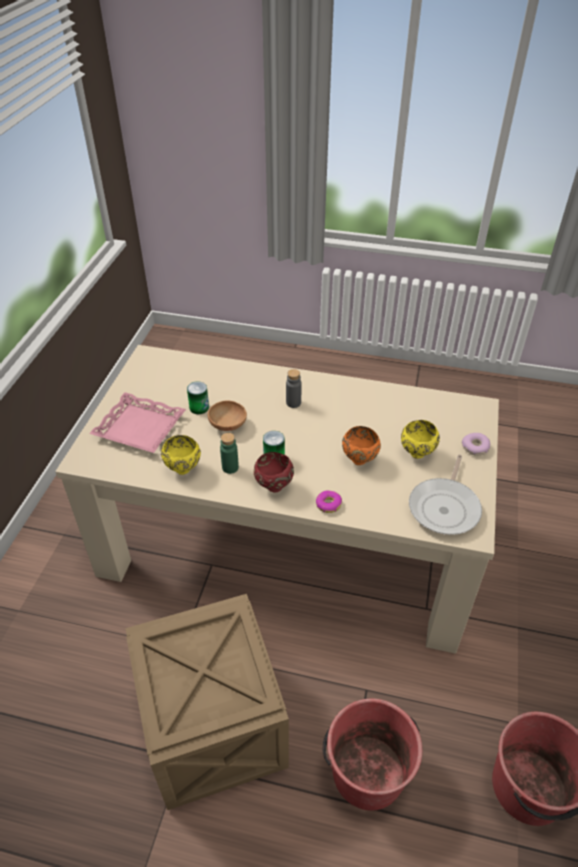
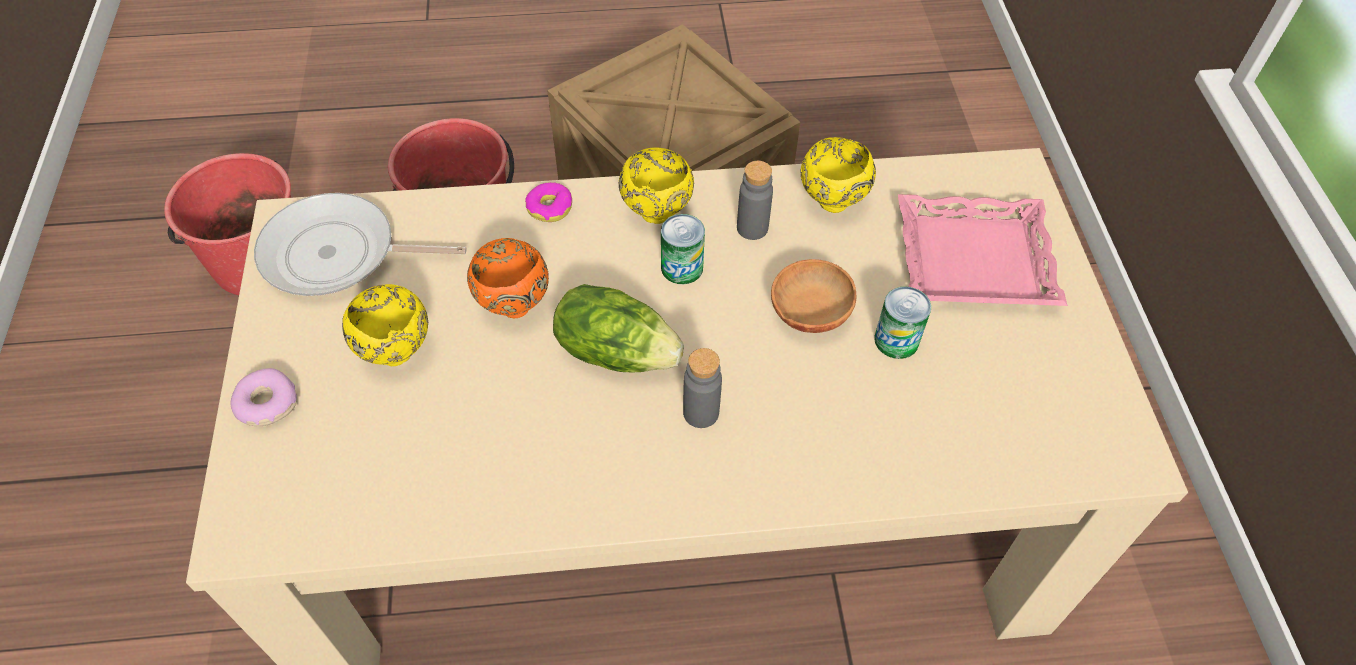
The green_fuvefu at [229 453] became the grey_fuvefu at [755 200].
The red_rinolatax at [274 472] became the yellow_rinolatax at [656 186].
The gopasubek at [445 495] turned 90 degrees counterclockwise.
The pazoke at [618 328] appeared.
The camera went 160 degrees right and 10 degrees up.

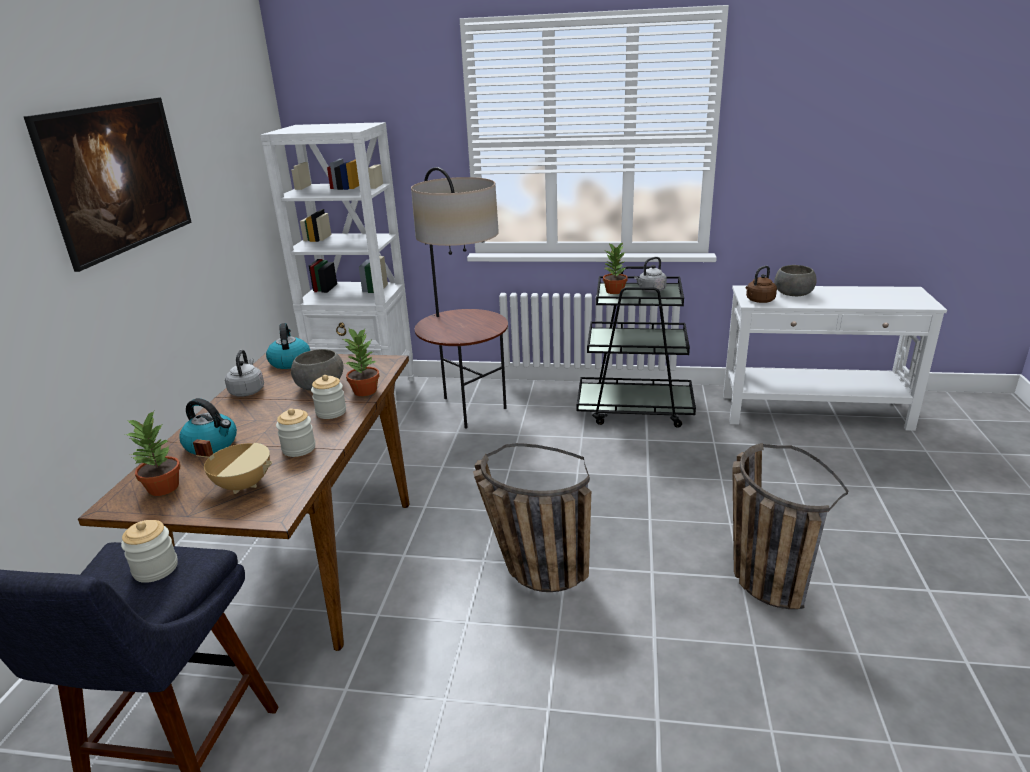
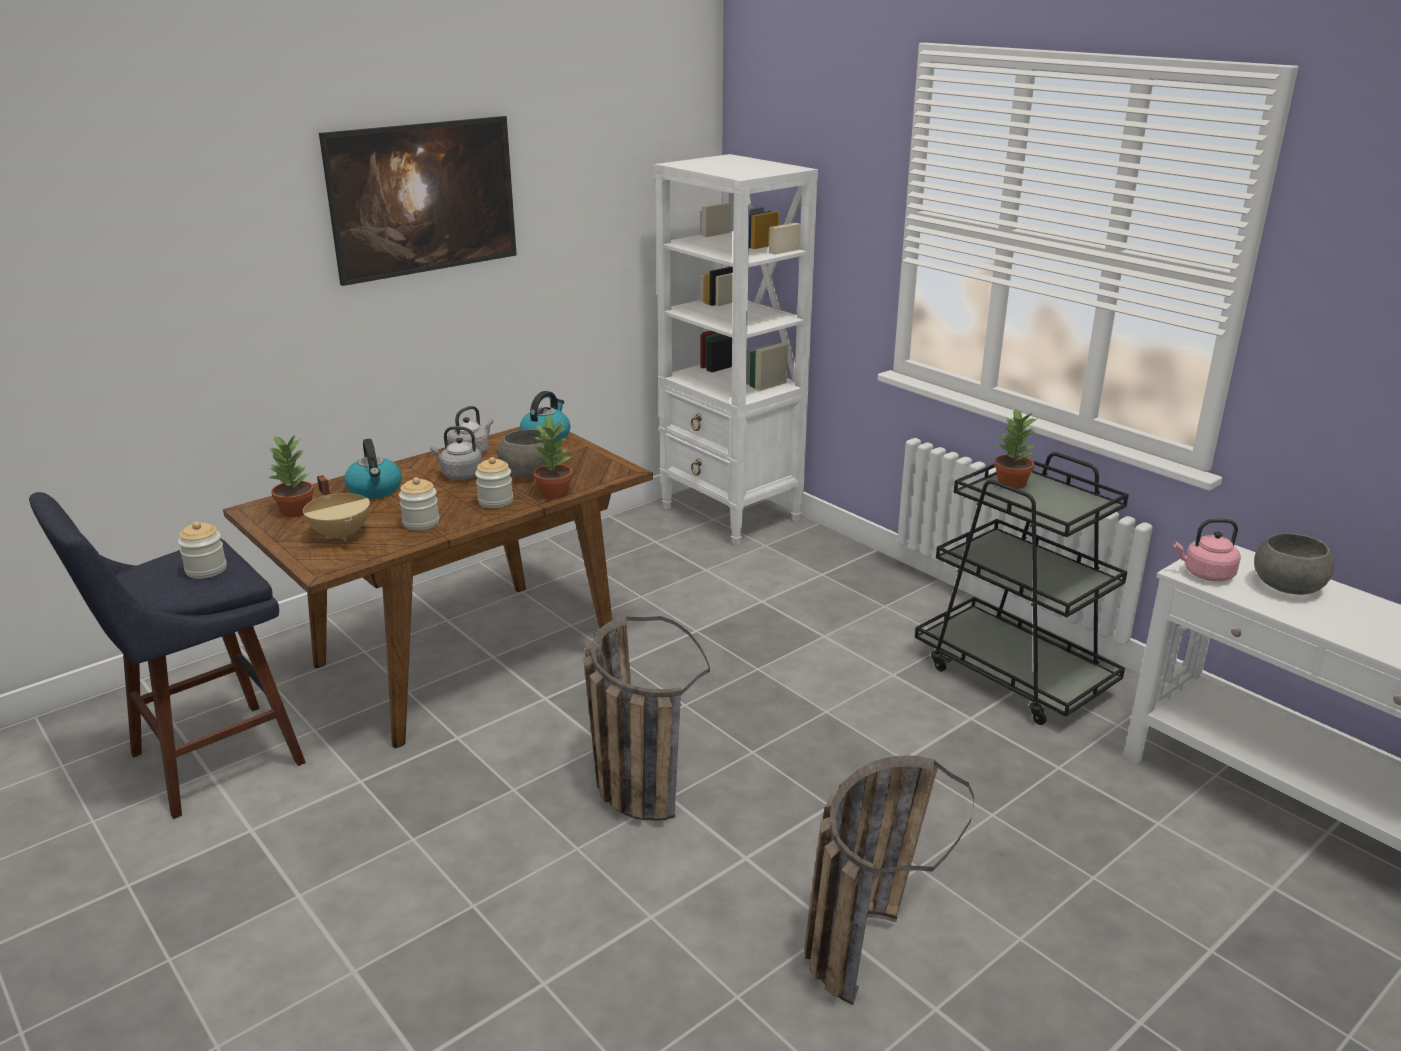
The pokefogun at [459 298] disappeared.
The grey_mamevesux moved from [650 275] to [456 453].
The brown_mamevesux at [761 284] became the pink_mamevesux at [1207 550].
The camera went 40 degrees right and 0 degrees up.

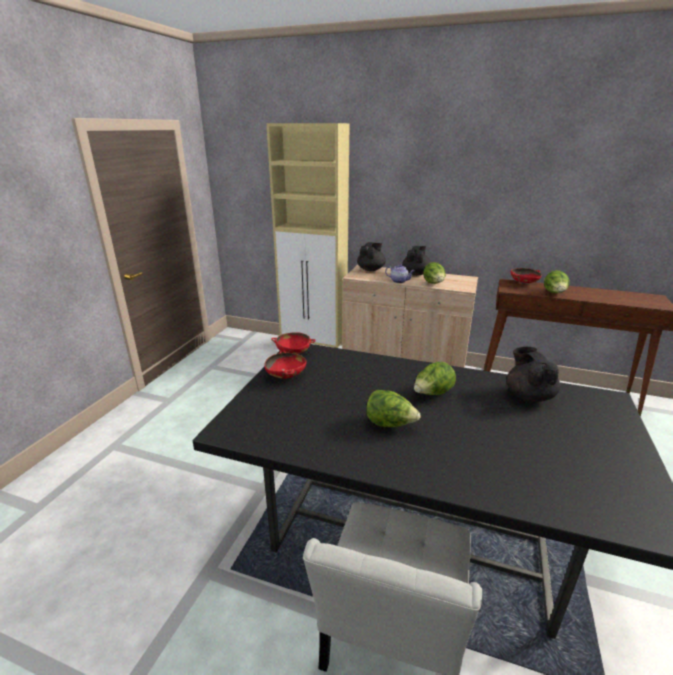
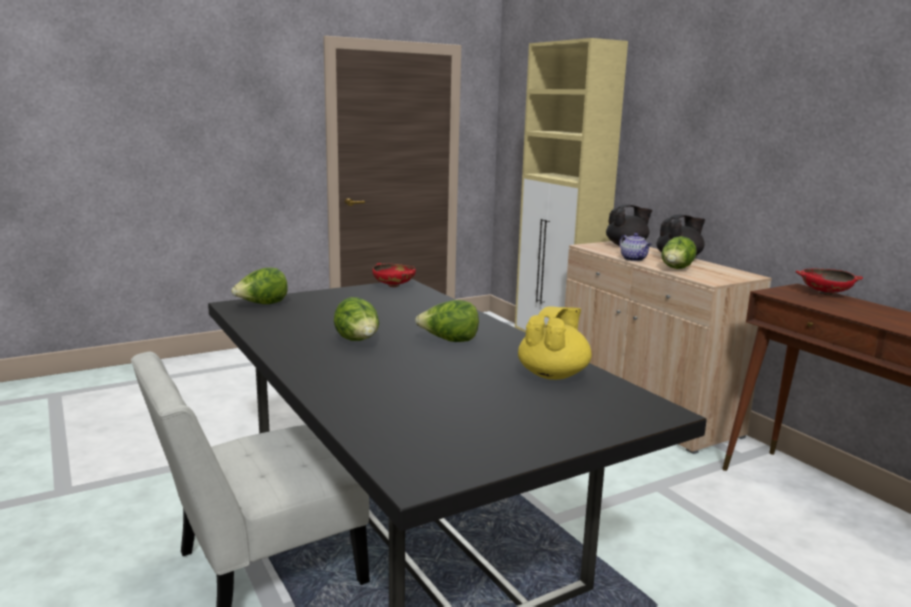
The pazoke moved from [556 281] to [259 285].
The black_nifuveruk at [533 374] became the yellow_nifuveruk at [555 343].
The red_rinolatax at [285 364] disappeared.
The camera went 40 degrees right and 10 degrees down.

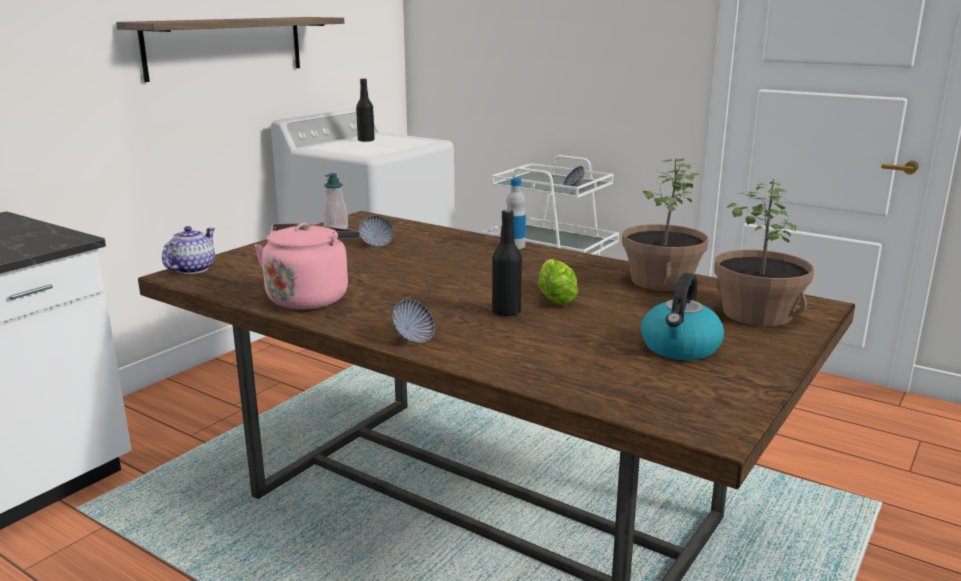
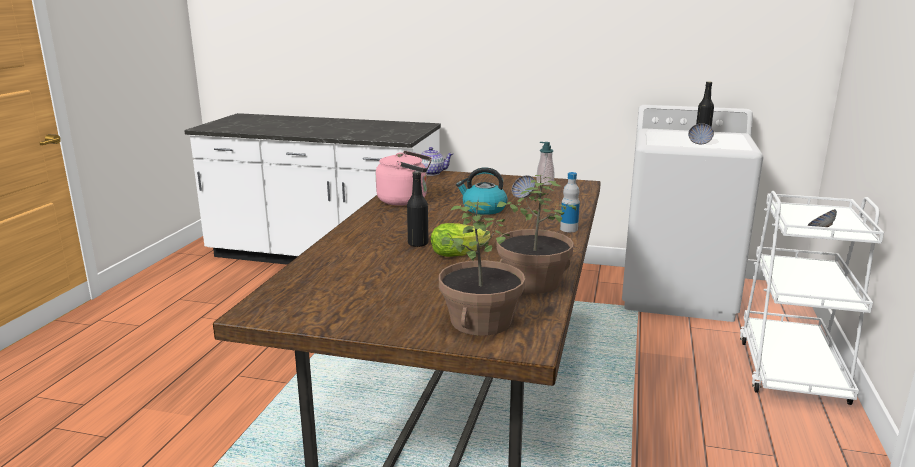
The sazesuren at [230 49] disappeared.
The mamevesux moved from [682 316] to [481 191].
The rinolatax moved from [413 321] to [701 133].
The camera went 70 degrees right and 0 degrees up.

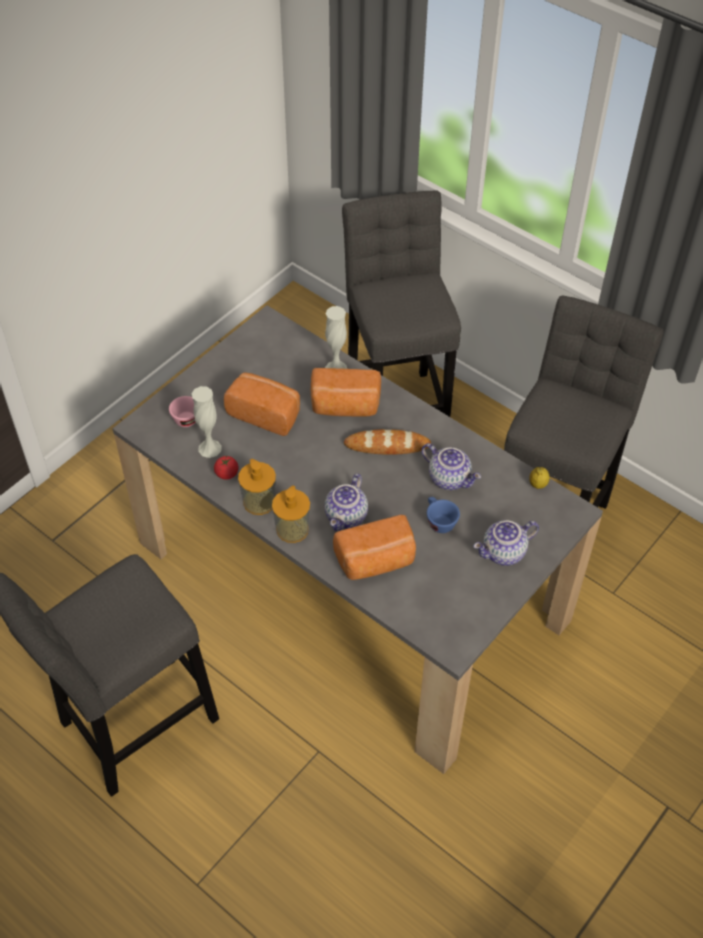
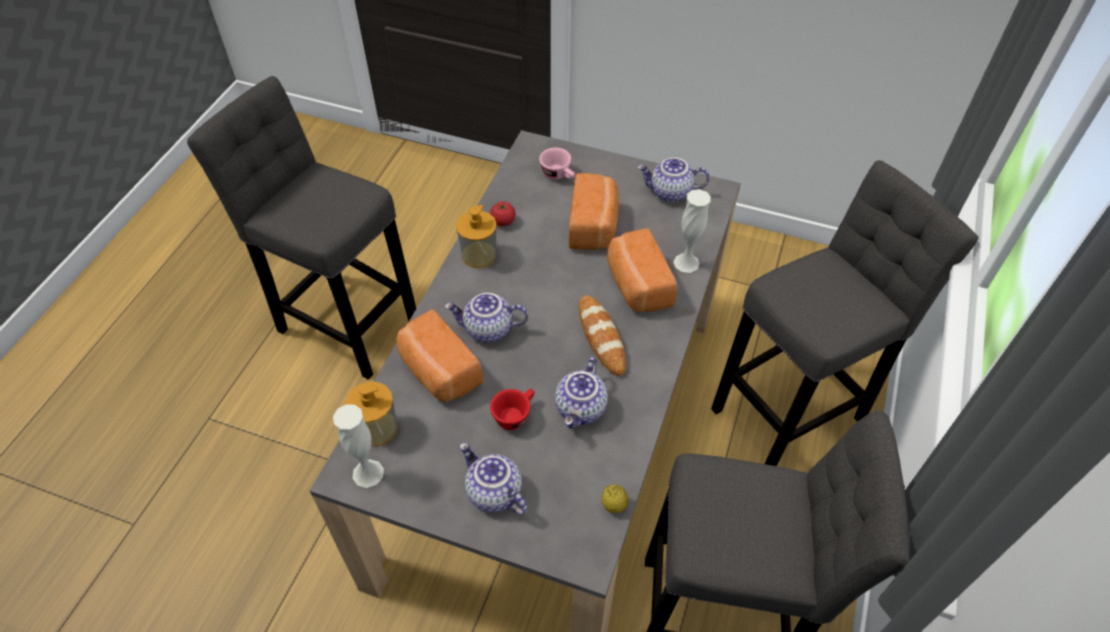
The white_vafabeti moved from [207 422] to [358 446].
The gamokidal moved from [291 514] to [371 413].
The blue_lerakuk at [443 515] became the red_lerakuk at [512 409].
The nifuveruk at [673 180] appeared.
The camera went 70 degrees right and 0 degrees up.

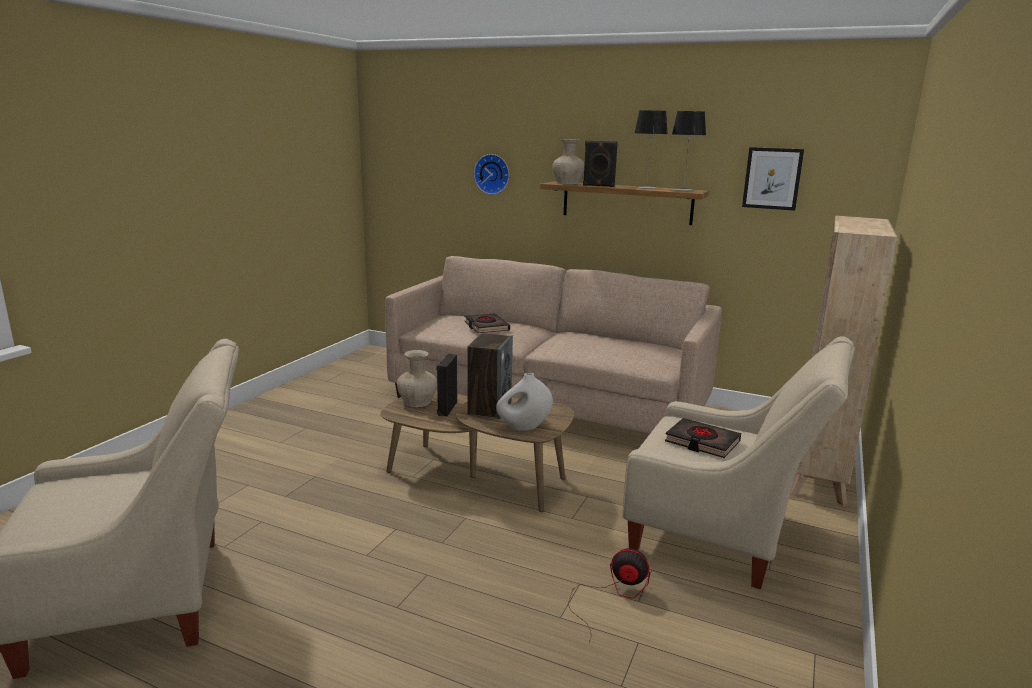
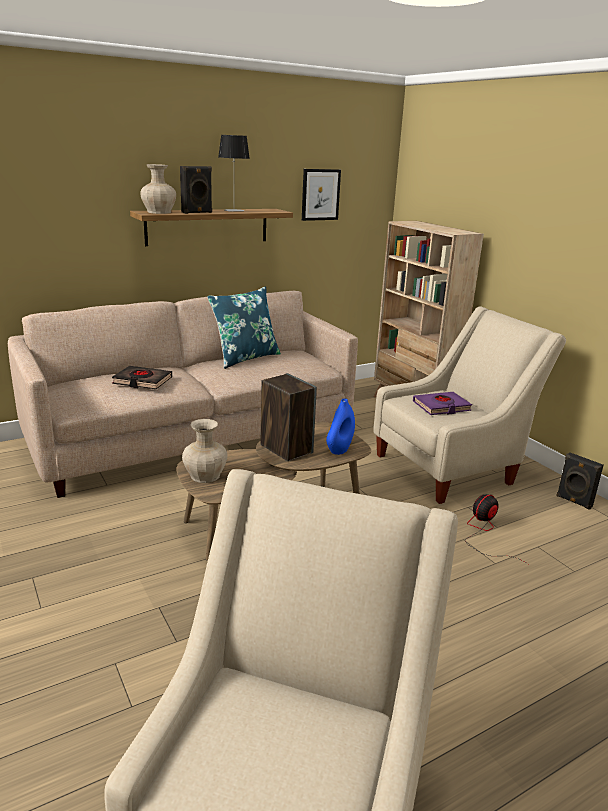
The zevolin at [689 151] disappeared.
The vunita at [491 174] disappeared.
The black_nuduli moved from [447 384] to [580 481].
The white_vafabeti at [524 402] became the blue_vafabeti at [340 427].
The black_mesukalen at [703 438] became the purple_mesukalen at [442 403].
The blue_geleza at [244 327] appeared.
The camera went 55 degrees left and 5 degrees up.

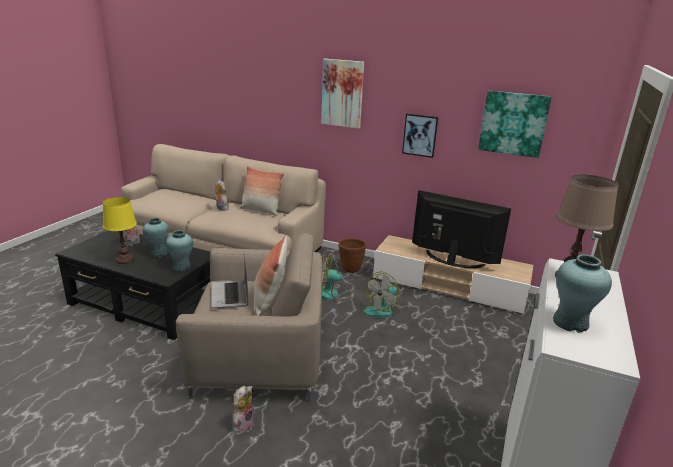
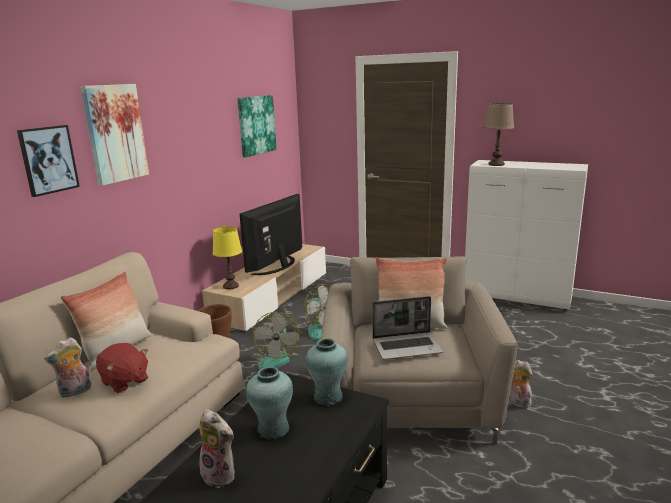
The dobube moved from [420 136] to [48 161].
The yellow_zevolin moved from [120 230] to [227 257].
The turquoise_vafabeti at [582 293] disappeared.
The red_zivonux at [122 368] appeared.
The camera went 85 degrees left and 5 degrees down.

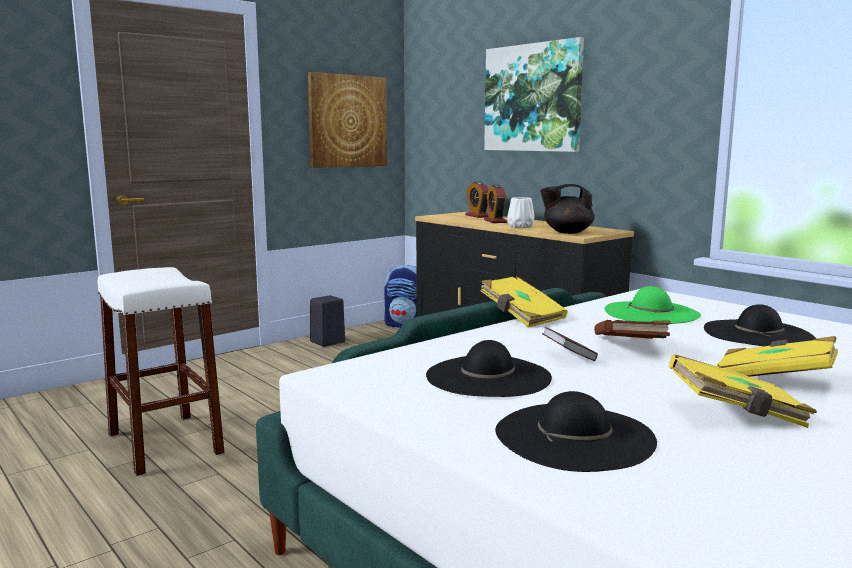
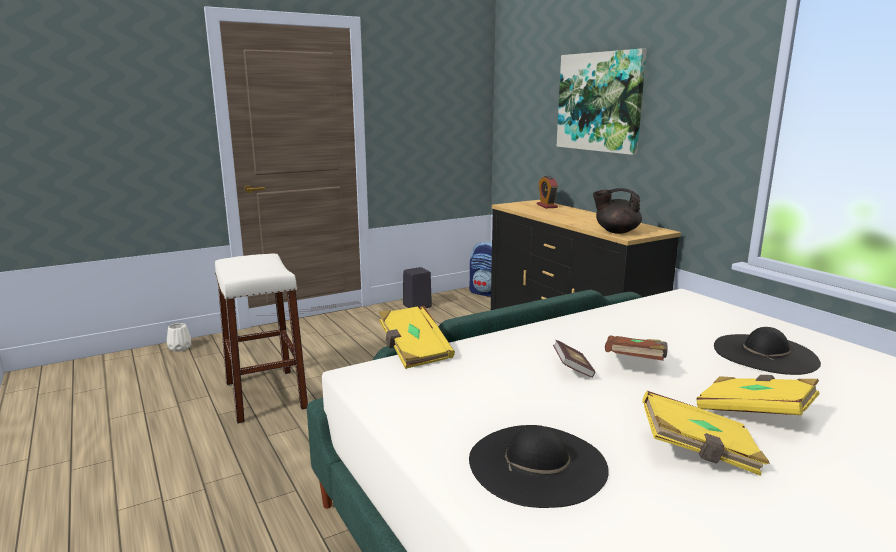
The dobube at [347 120] disappeared.
The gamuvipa at [495 204] disappeared.
The white_vafabeti moved from [521 212] to [179 337].
The yellow_mesukalen moved from [524 302] to [417 337].
The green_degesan at [653 305] disappeared.
The black_degesan at [489 368] disappeared.
The camera went 10 degrees right and 5 degrees up.

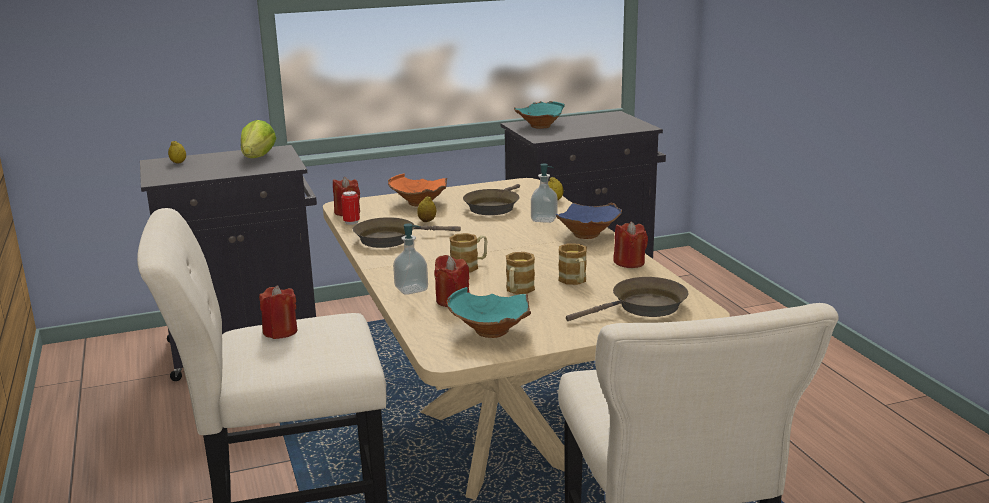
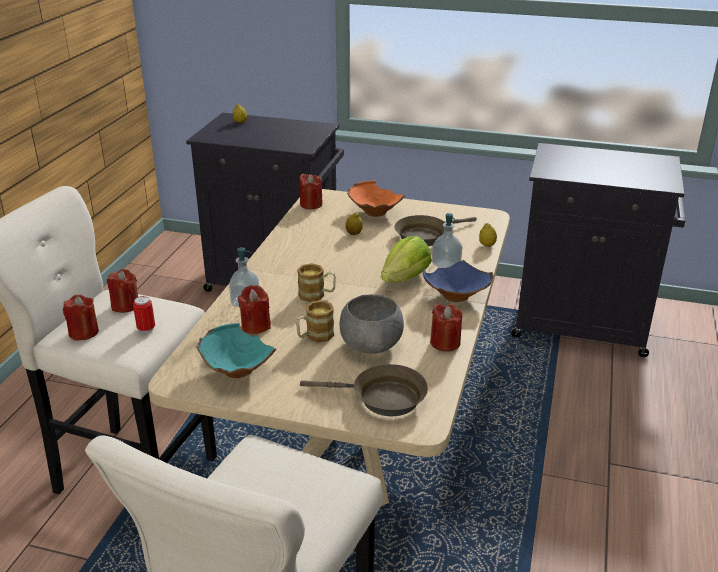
The turquoise_rinolatax at [539 115] disappeared.
The pazoke moved from [258 139] to [406 259].
The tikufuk moved from [350 208] to [144 314].
The brown_gopasubek at [407 232] disappeared.
The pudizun at [572 264] was replaced by the grey_rinolatax at [371 324].
The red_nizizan at [81 317] appeared.
The camera went 35 degrees right and 10 degrees up.

